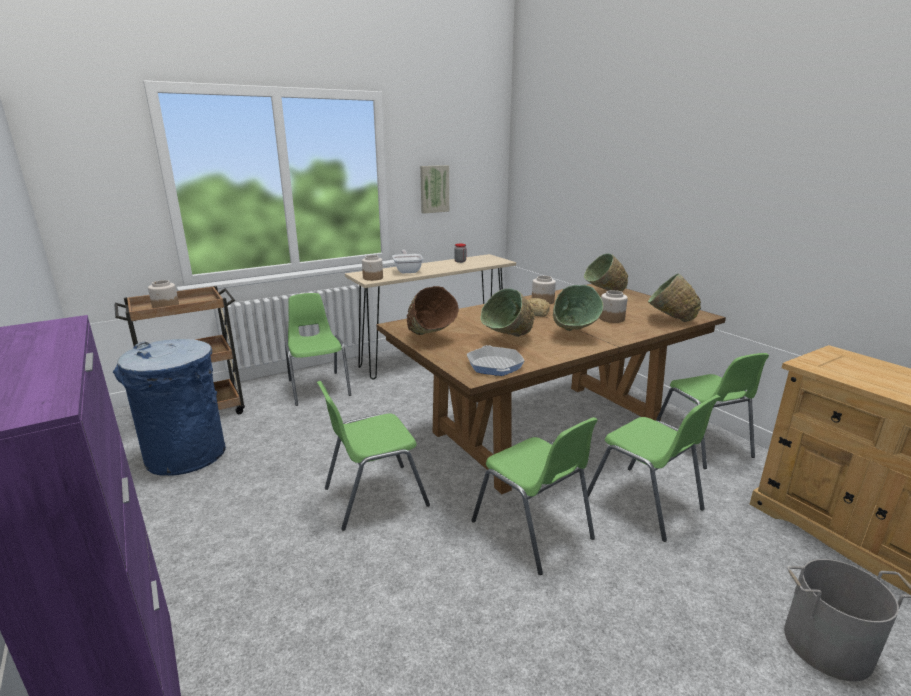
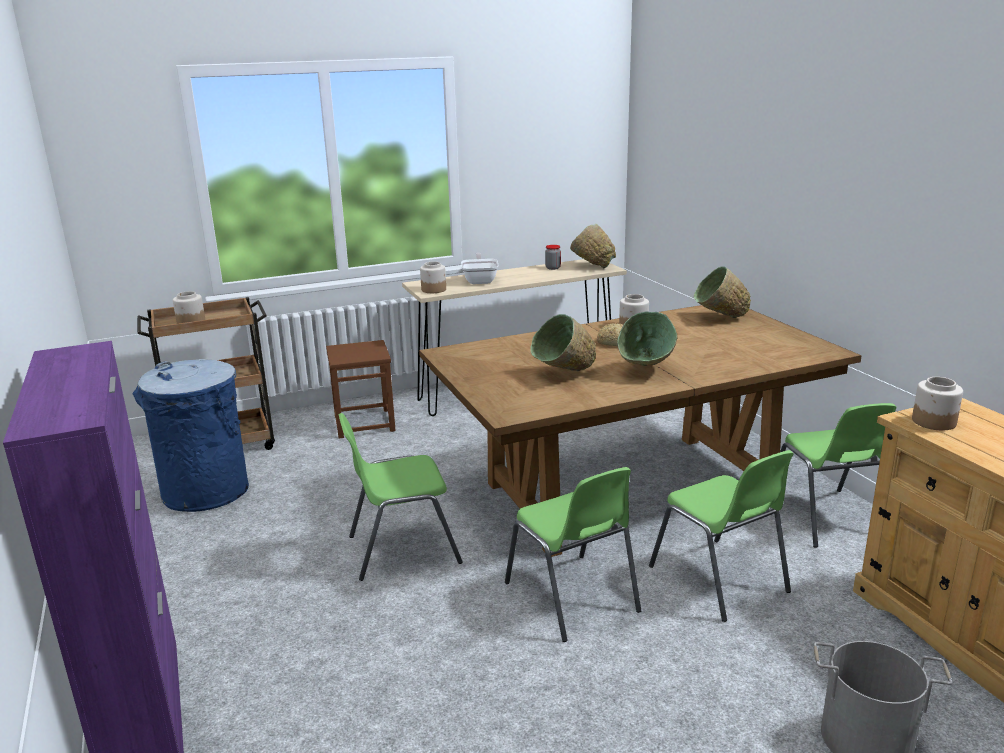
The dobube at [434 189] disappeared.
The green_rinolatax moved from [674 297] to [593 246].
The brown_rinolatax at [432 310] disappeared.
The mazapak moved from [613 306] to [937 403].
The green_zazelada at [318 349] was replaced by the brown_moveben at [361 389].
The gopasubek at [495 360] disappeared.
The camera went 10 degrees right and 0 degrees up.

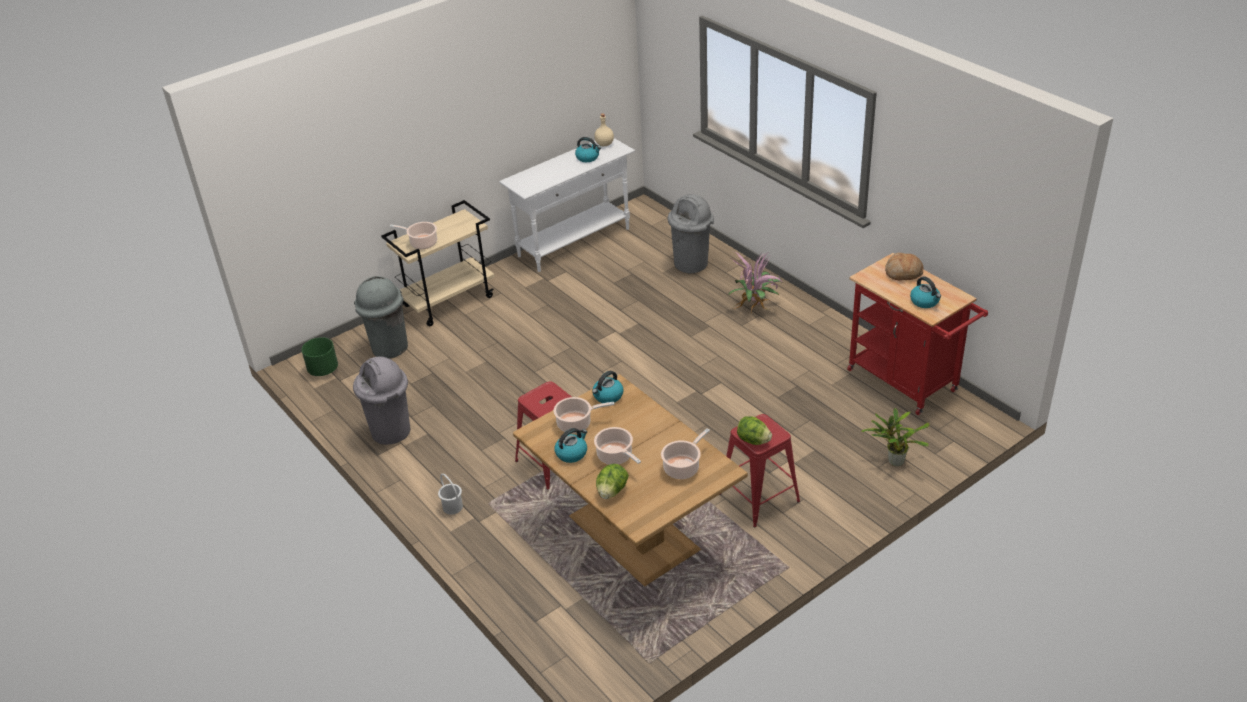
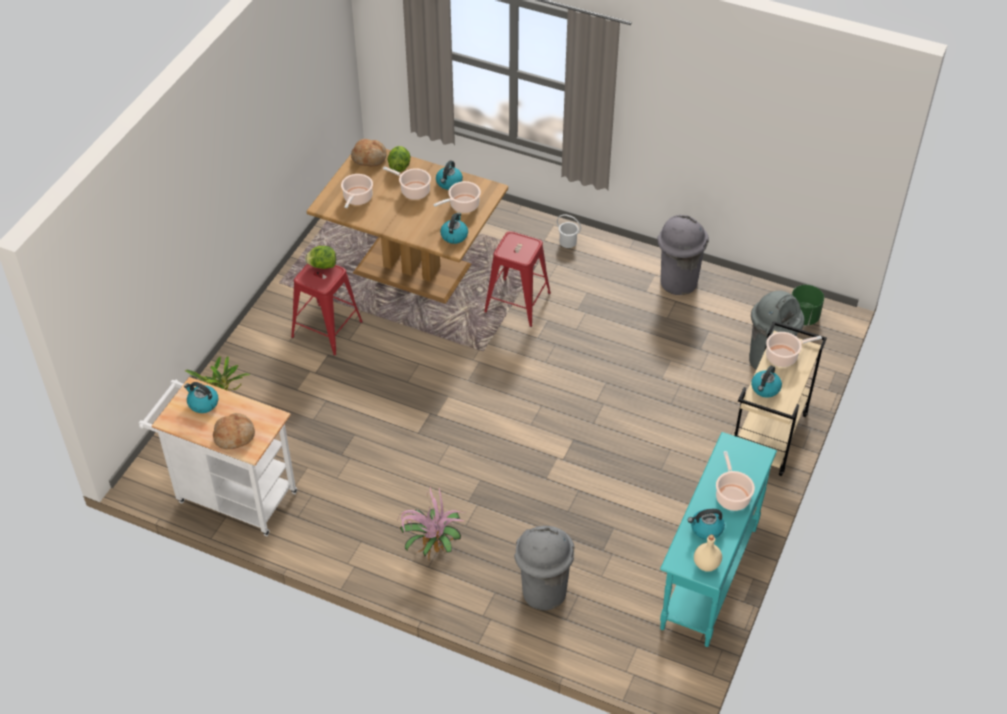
The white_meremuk at [567 205] became the turquoise_meremuk at [718 539].
The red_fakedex at [917 334] became the white_fakedex at [218 456].
The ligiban at [369 152] appeared.
The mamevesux at [766 381] appeared.
The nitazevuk at [735 481] appeared.
The camera went 150 degrees right and 10 degrees up.

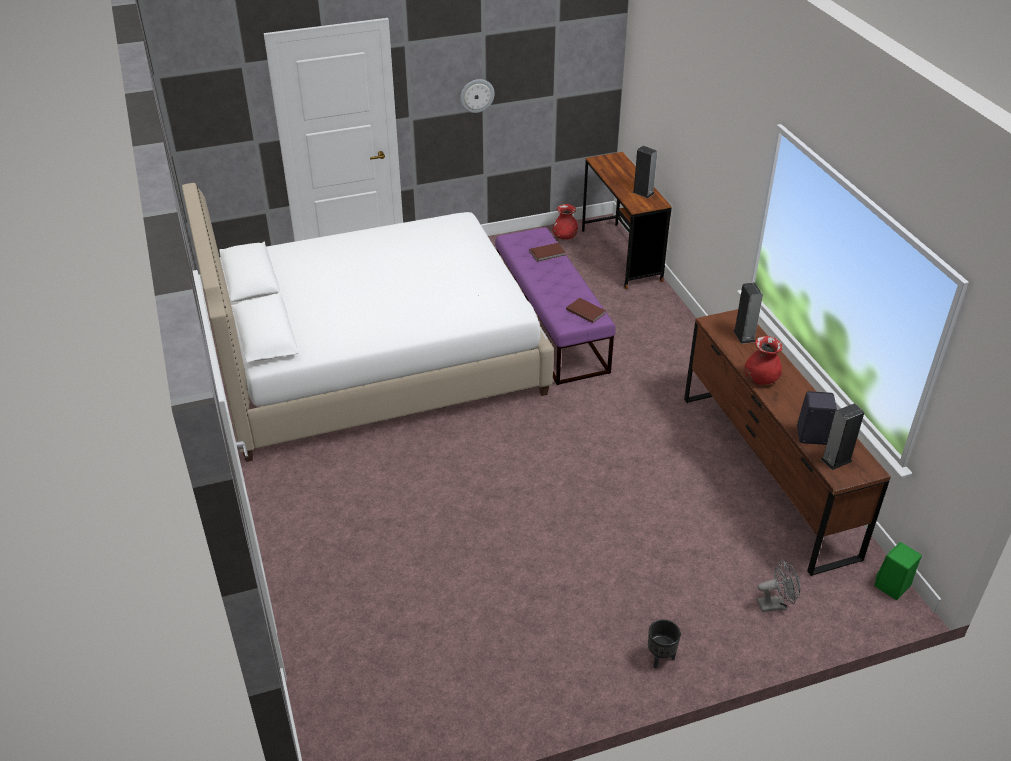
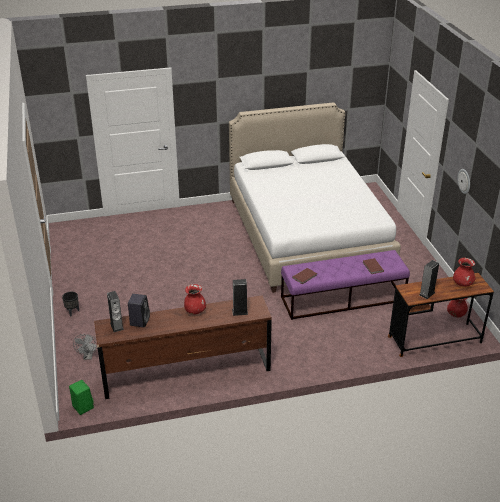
The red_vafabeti at [464 272] appeared.
The camera went 95 degrees right and 5 degrees down.

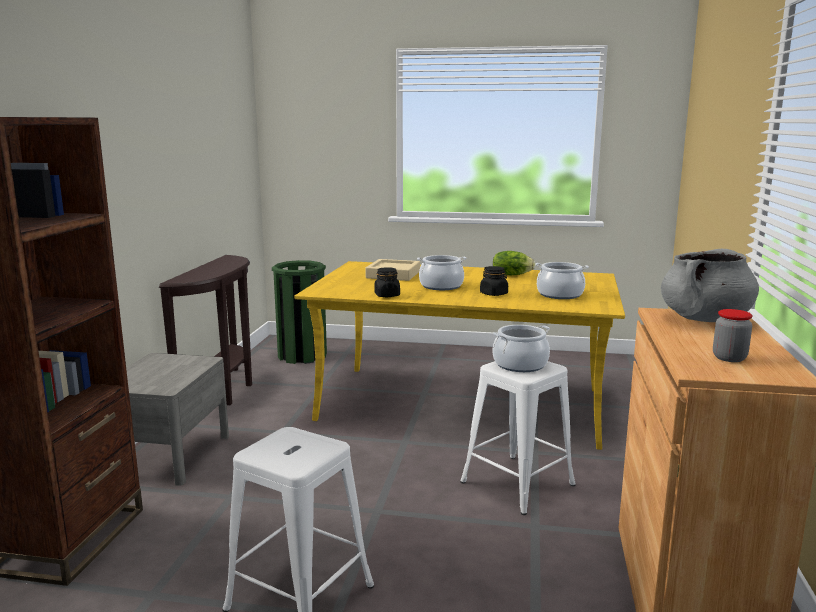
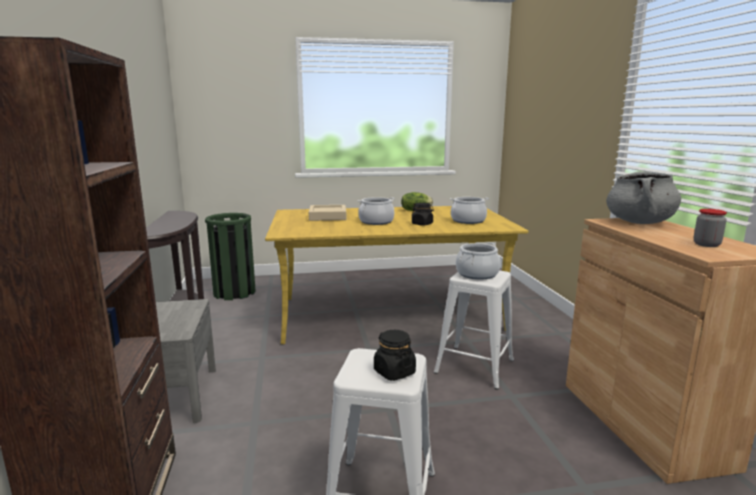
The black_mazapak moved from [387 282] to [395 355].
The camera went 20 degrees left and 0 degrees up.

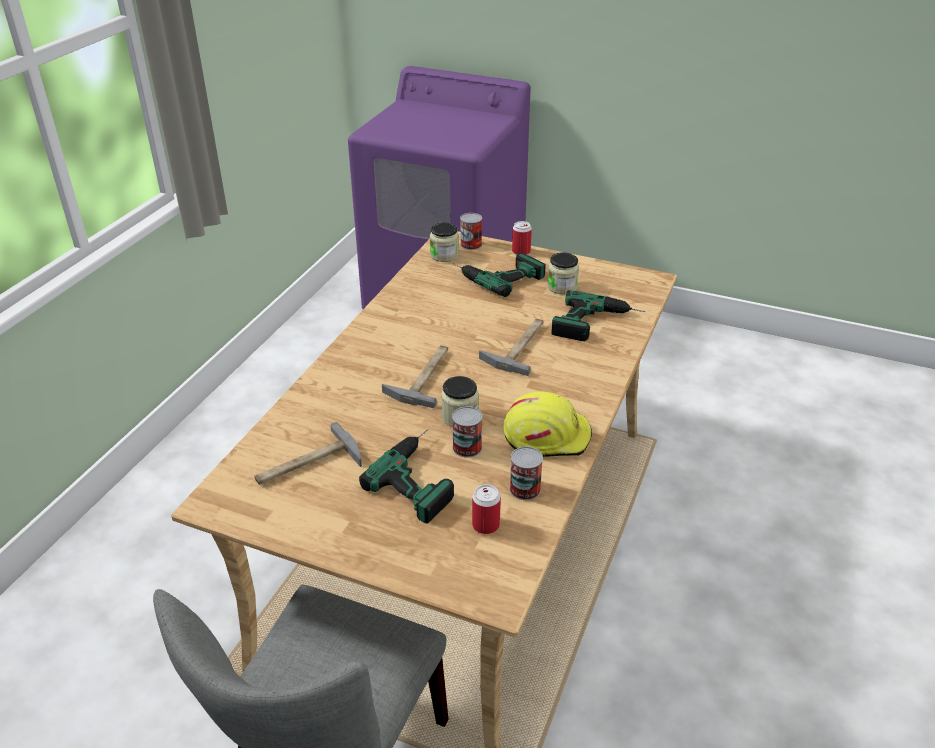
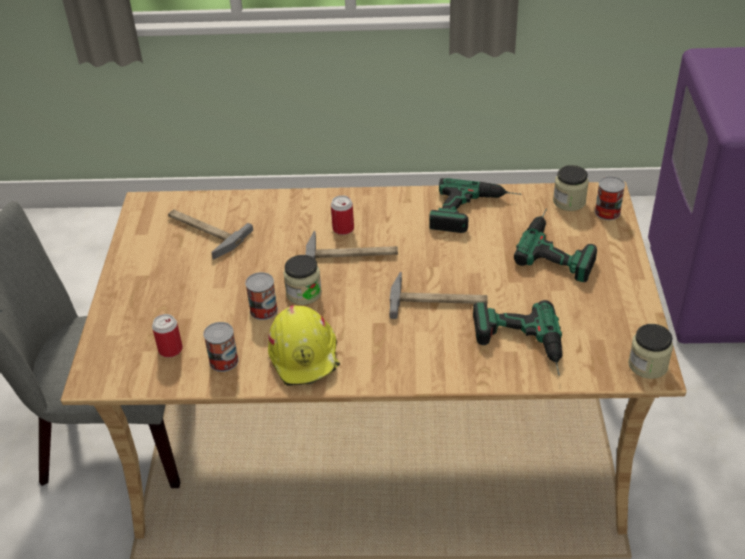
The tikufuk moved from [522 238] to [342 215].
The mazapak moved from [563 273] to [650 351].
The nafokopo moved from [406 476] to [476 205].
The camera went 70 degrees right and 5 degrees up.

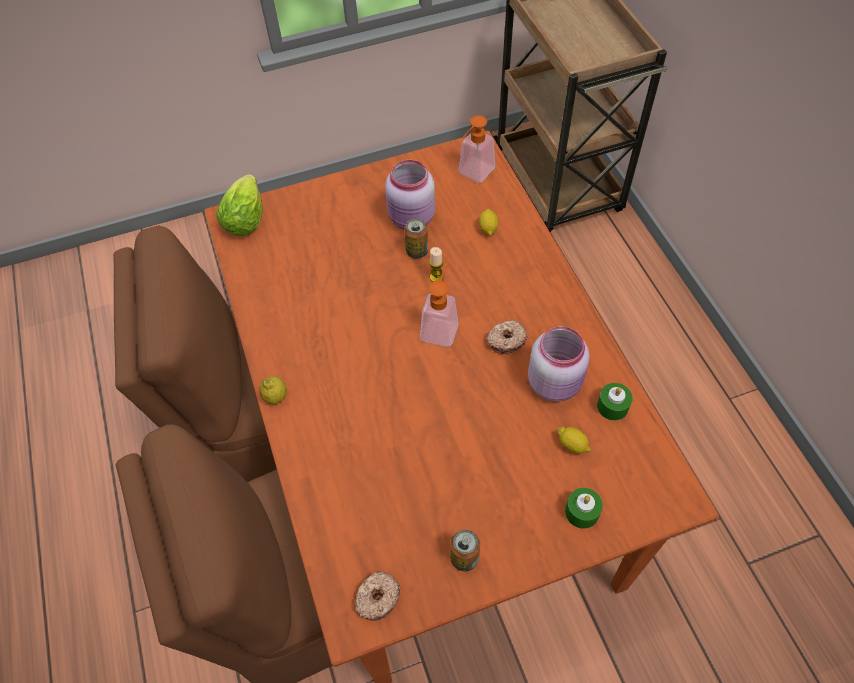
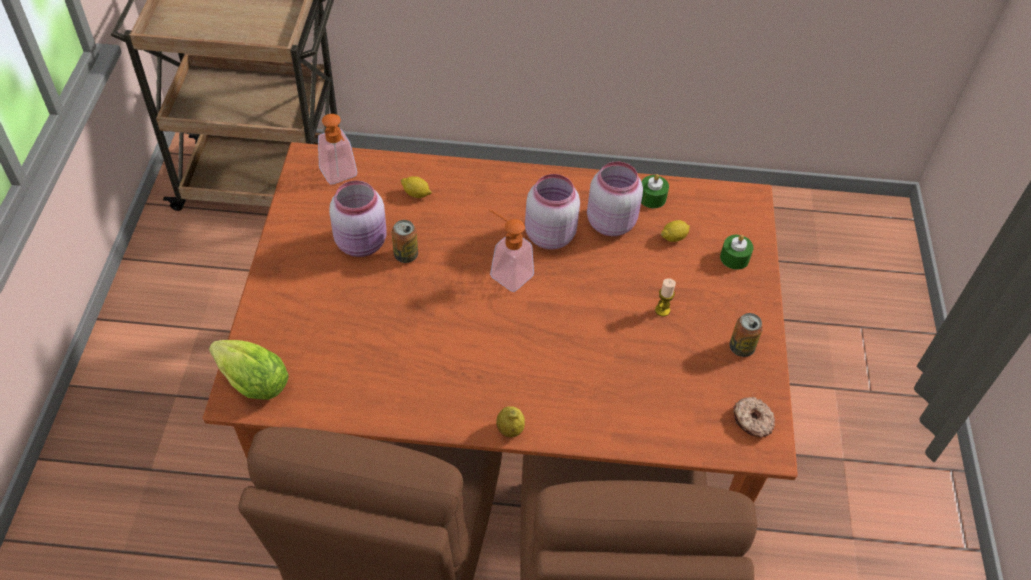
The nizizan moved from [436 264] to [665 297].
The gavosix at [506 337] was replaced by the pink_mazapak at [552 212].
The camera went 70 degrees left and 5 degrees down.

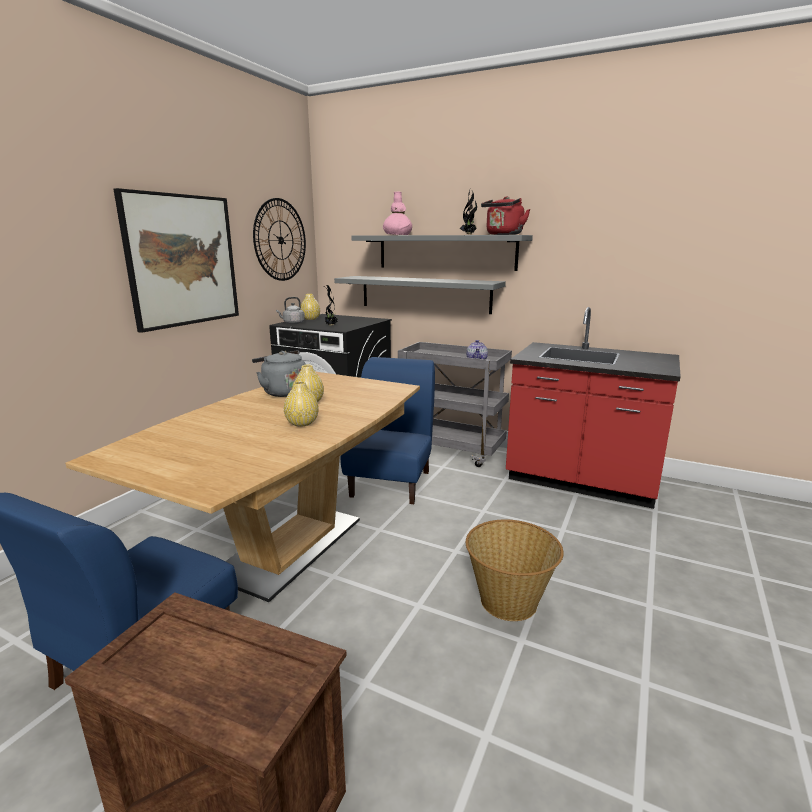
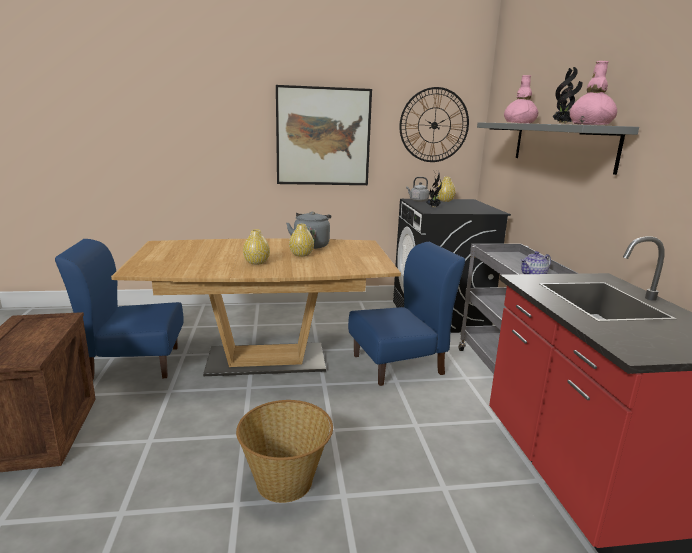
The red_mamevesux at [505 215] was replaced by the pink_vafabeti at [593 93].
The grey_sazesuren at [420 295] disappeared.
The camera went 55 degrees right and 0 degrees up.

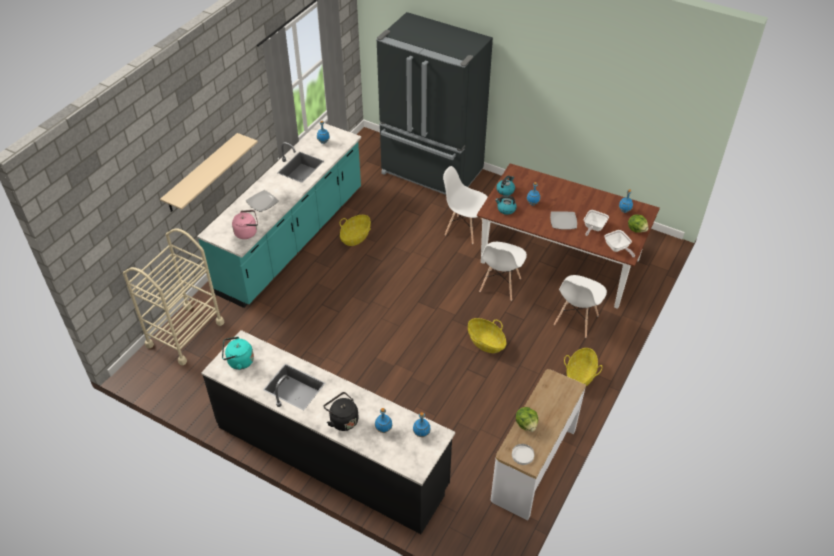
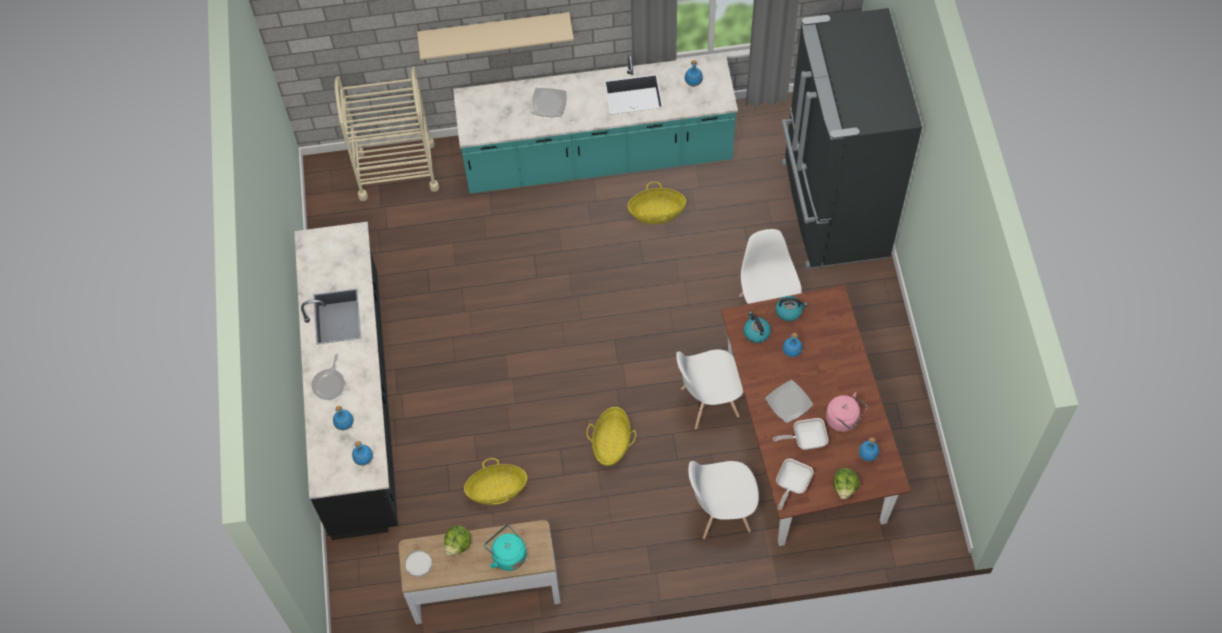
The pink_mamevesux moved from [245 224] to [846 412].
The turquoise_mamevesux moved from [238 353] to [505 548].
The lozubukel moved from [583 367] to [496 481].
The black_mamevesux at [341 411] was replaced by the gopasubek at [328 377].
The camera went 55 degrees right and 15 degrees up.

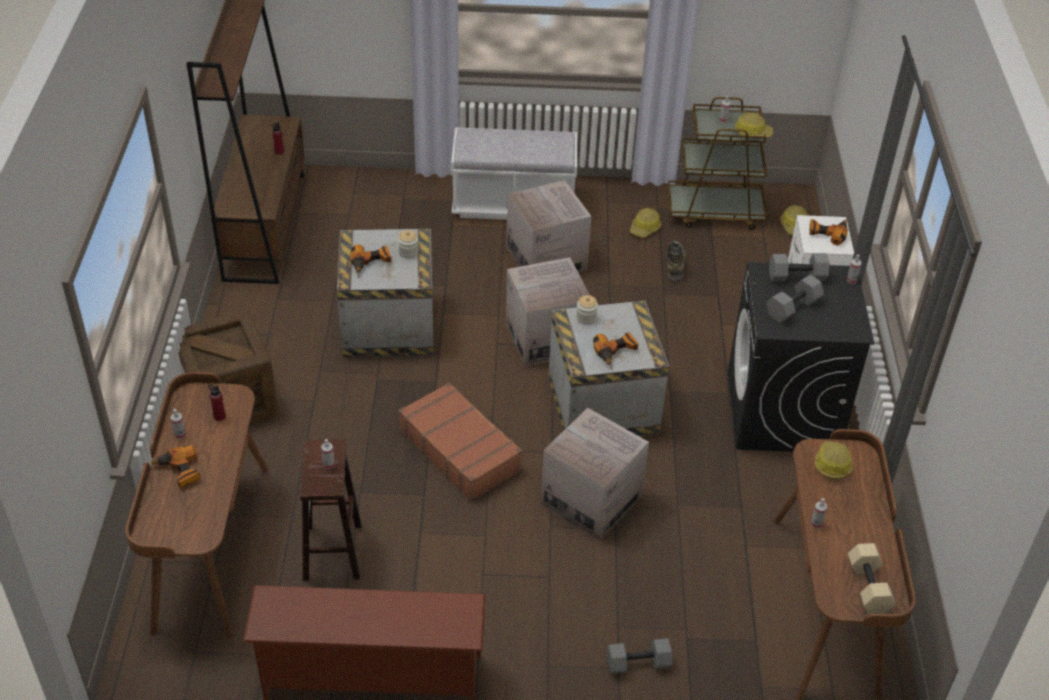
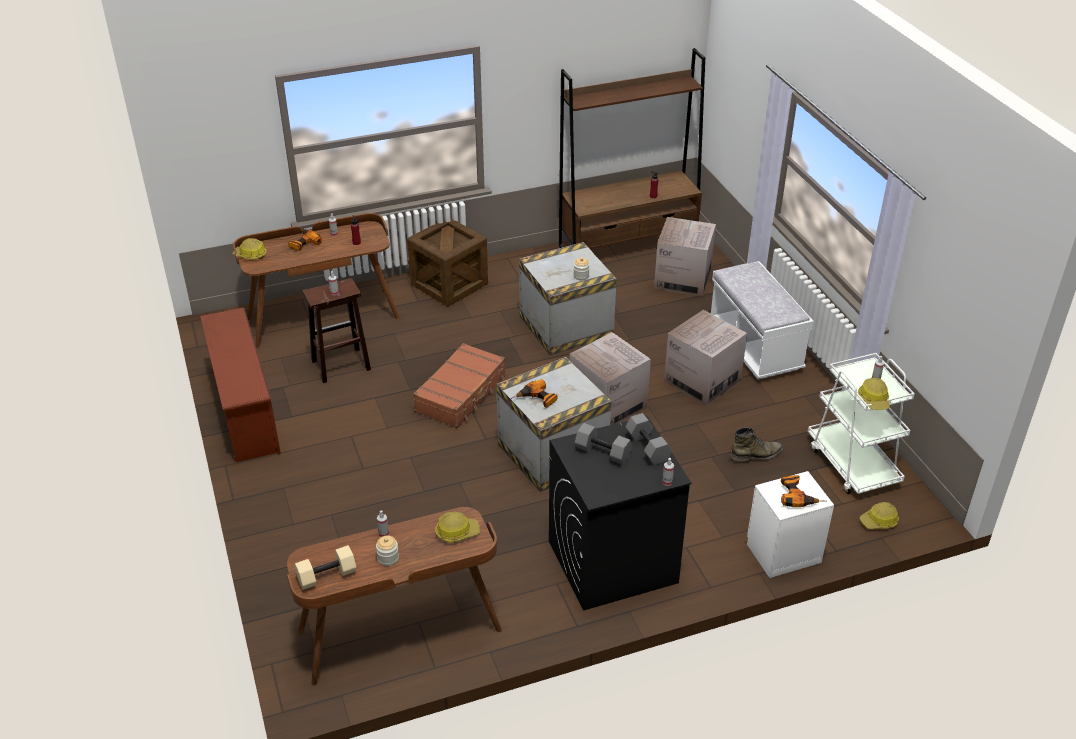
The brown_fakedex at [718 163] became the white_fakedex at [861 423].
The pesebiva moved from [645 223] to [250 249].
The nafokopo at [371 261] disappeared.
The mazapak moved from [587 310] to [387 550].
The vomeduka moved from [594 474] to [685 257].
The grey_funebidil at [639 656] disappeared.
The camera went 70 degrees right and 5 degrees down.

